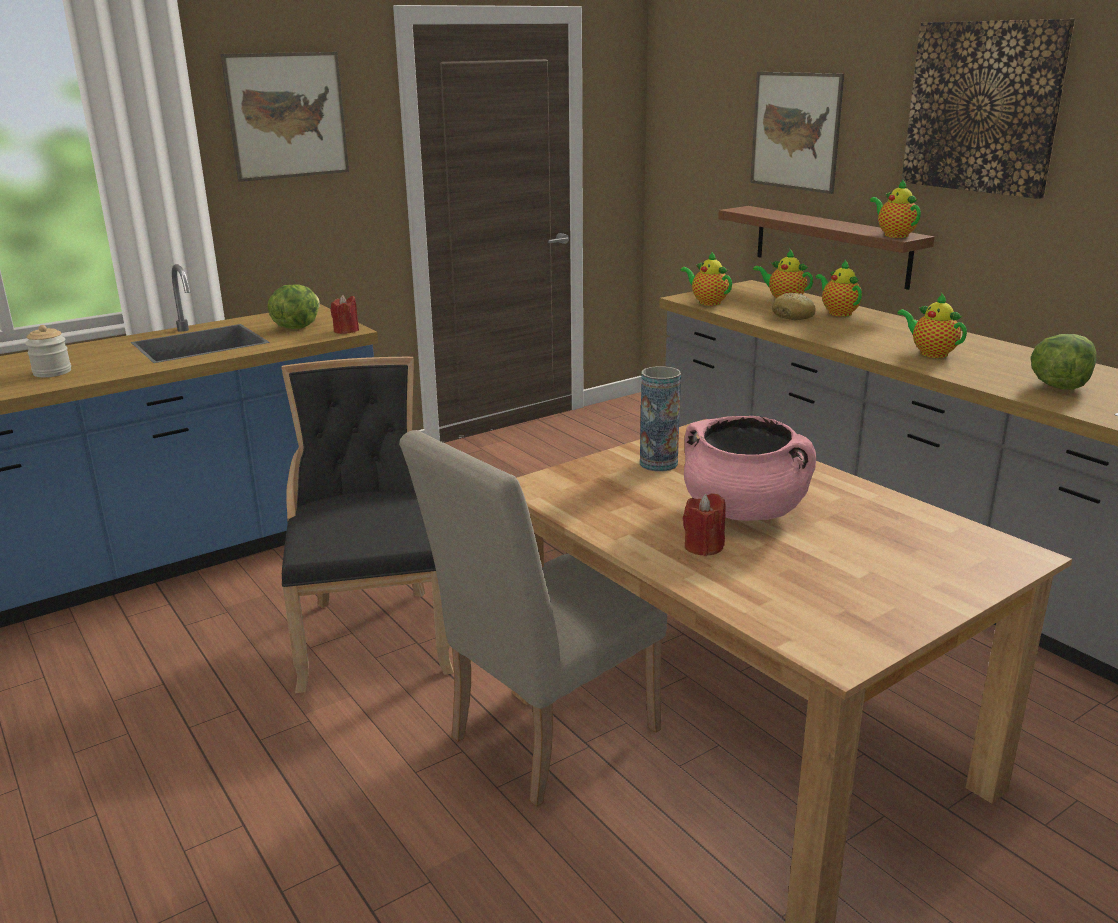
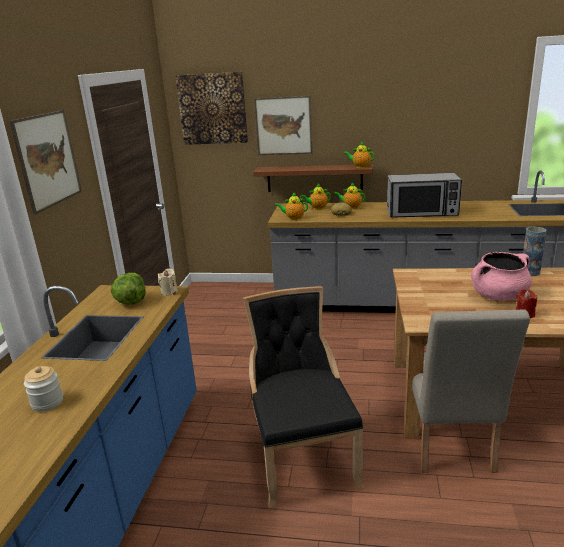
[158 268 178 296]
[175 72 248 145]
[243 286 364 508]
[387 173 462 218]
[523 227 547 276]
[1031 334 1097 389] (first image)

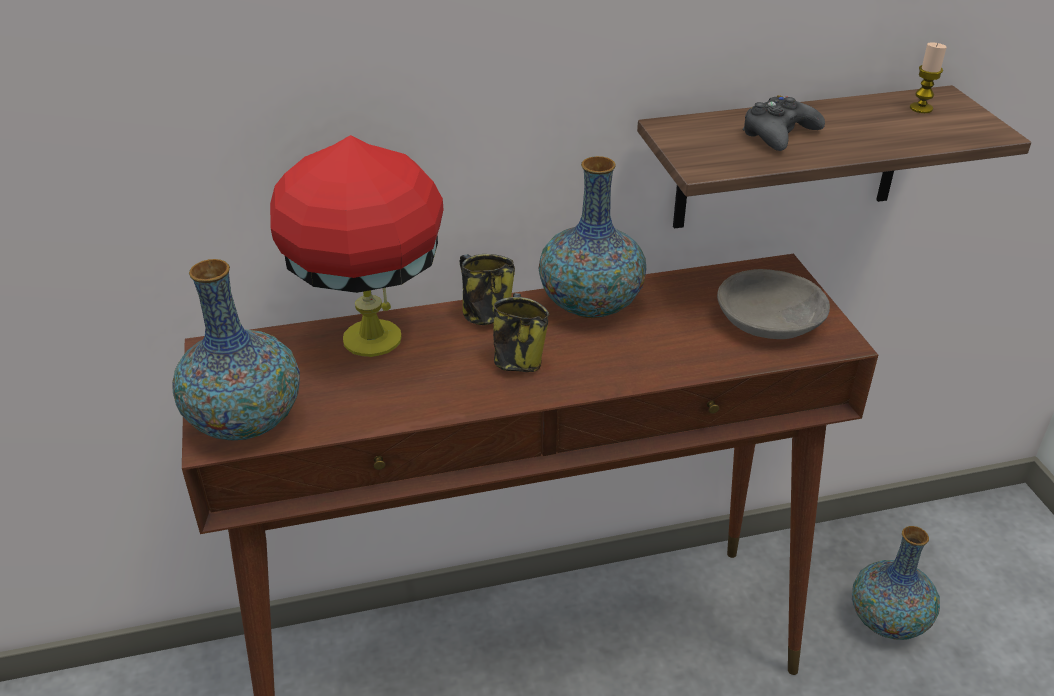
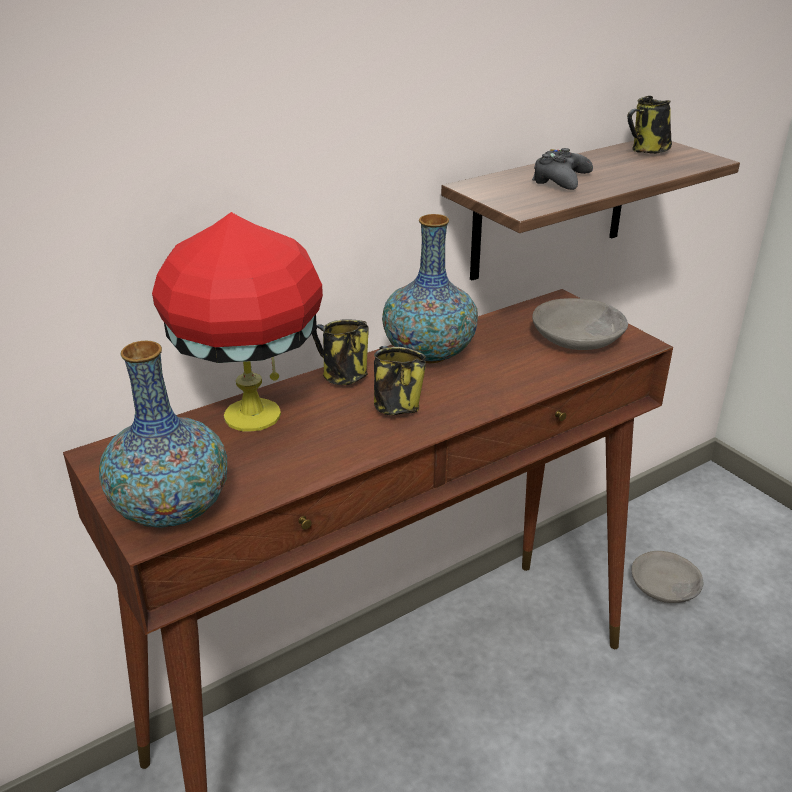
[627 96 672 154]
[632 551 704 603]

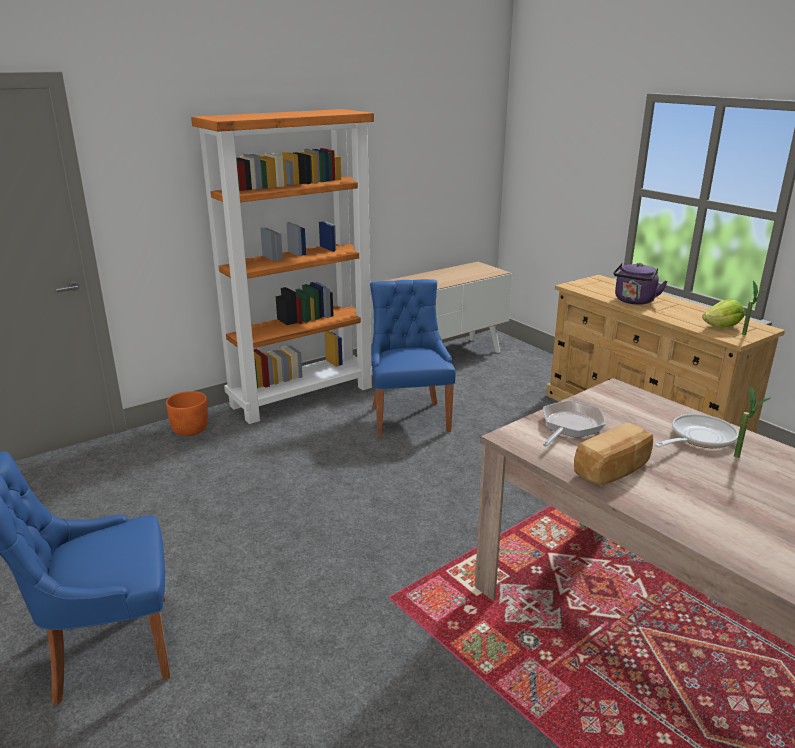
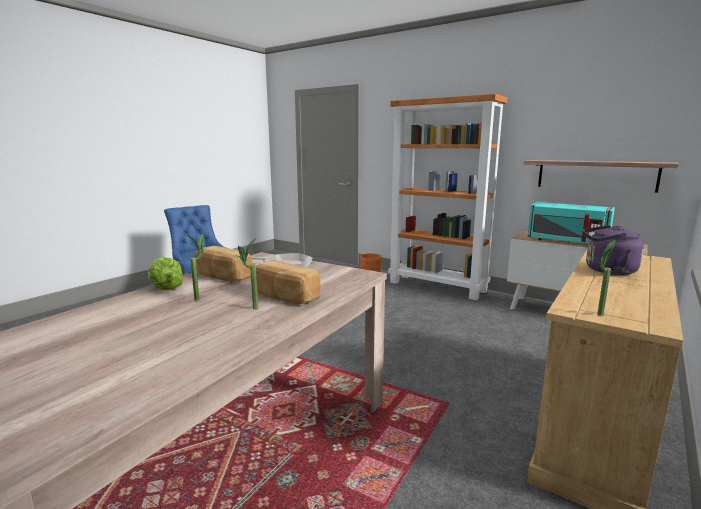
[148 257 184 290]
[188 234 206 301]
[256 260 321 304]
[524 160 679 193]
[528 202 615 243]
[370 279 456 437] (first image)

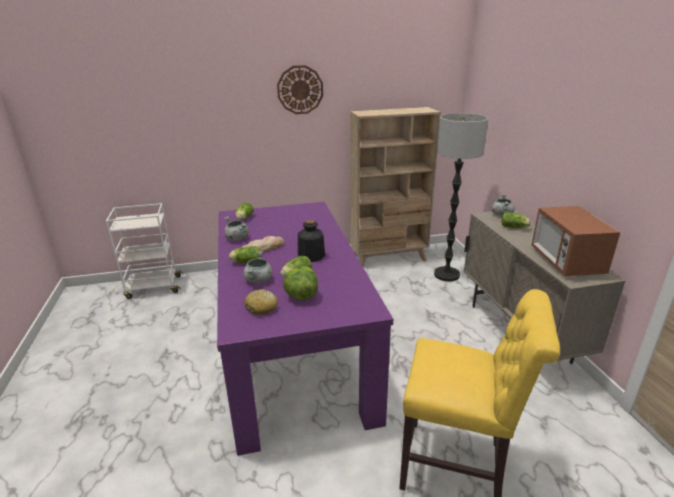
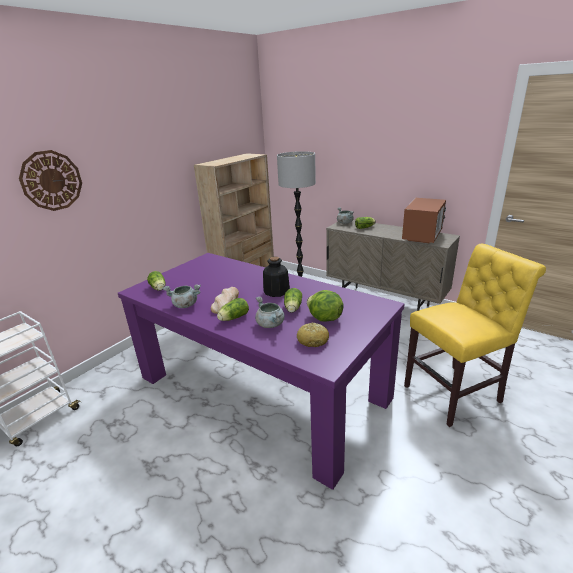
[19 150 82 211]
[402 198 447 244]

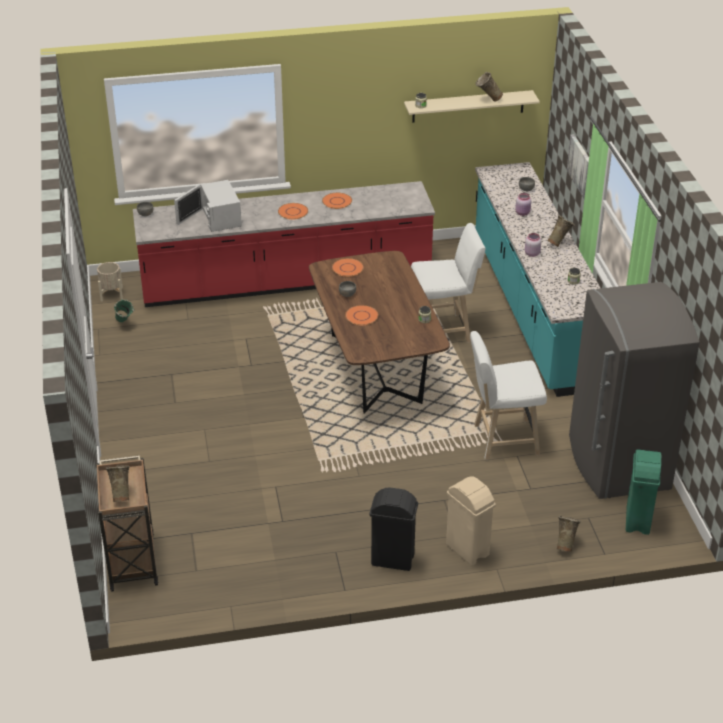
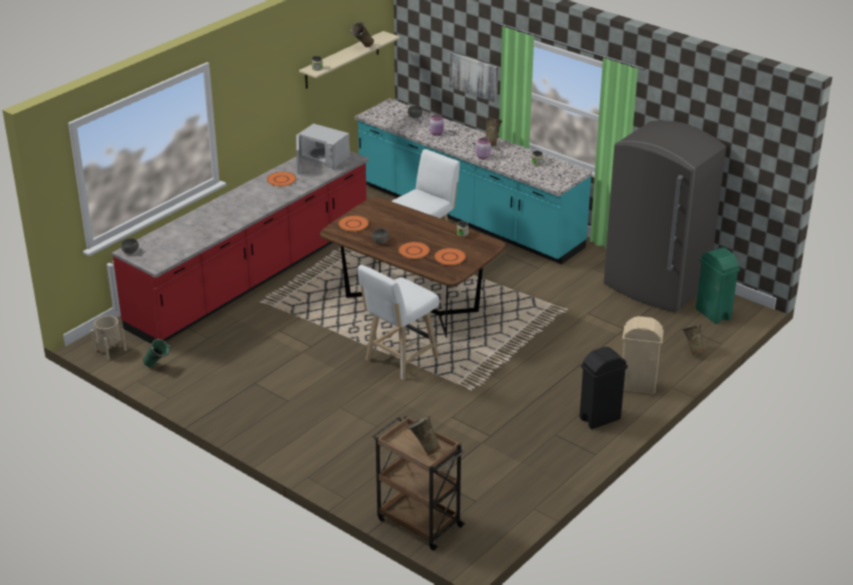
[296 123 350 175]
[357 265 439 380]
[434 248 466 265]

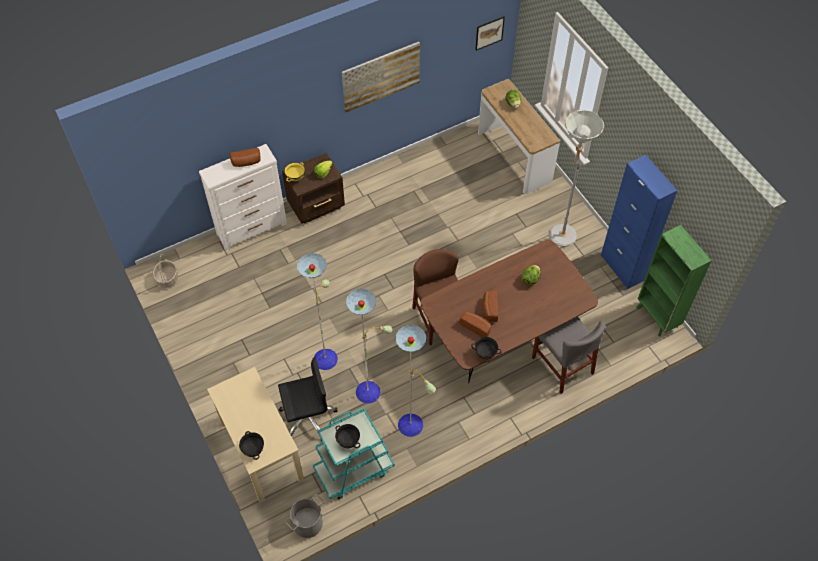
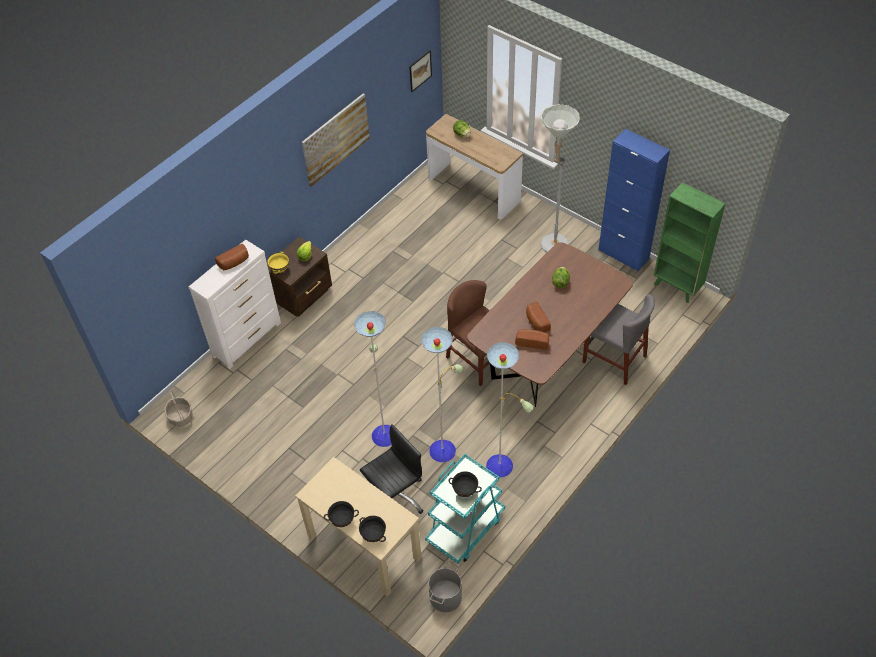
[324 501 359 527]

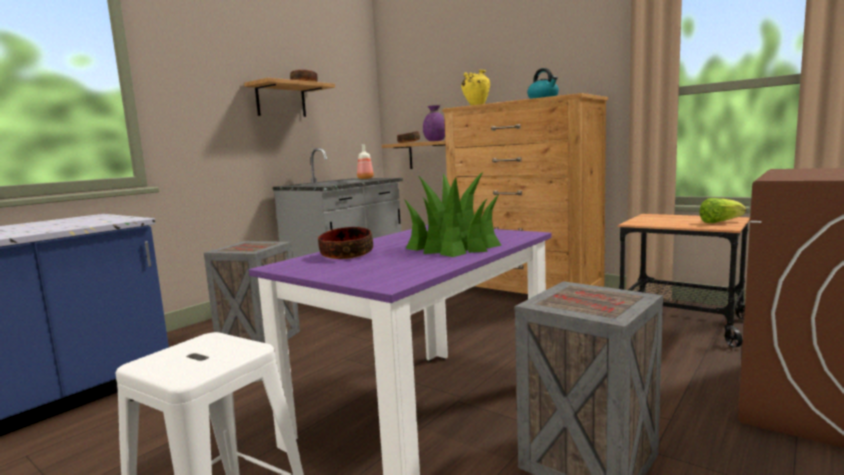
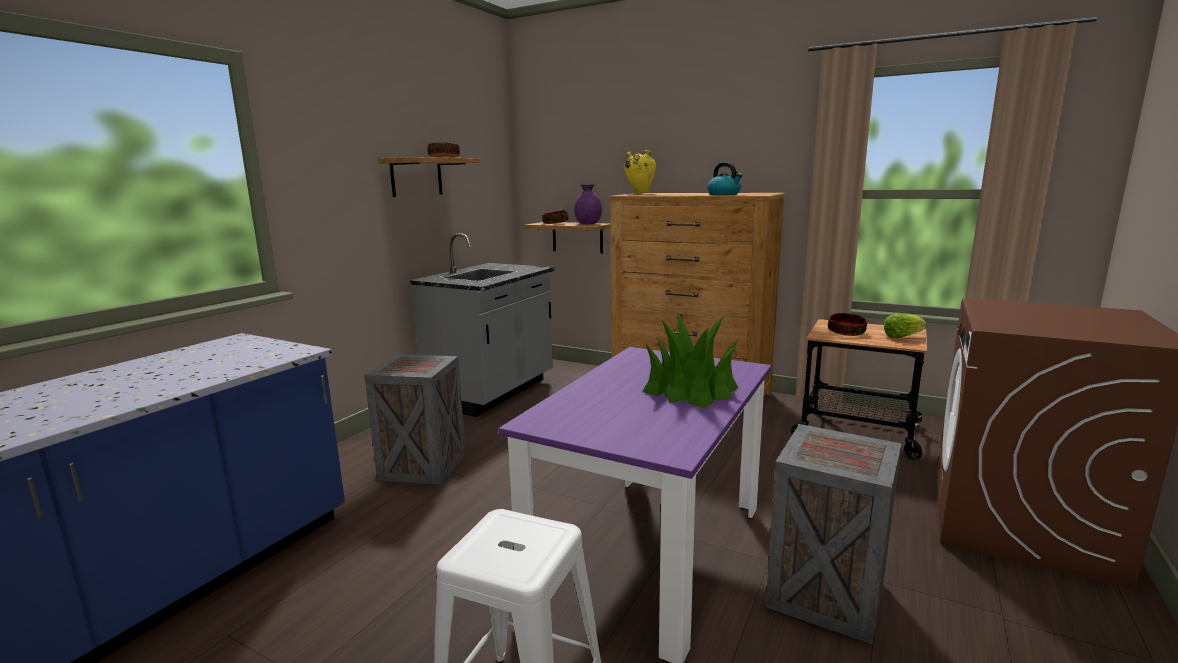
[828 313 867 336]
[357 144 374 179] (first image)

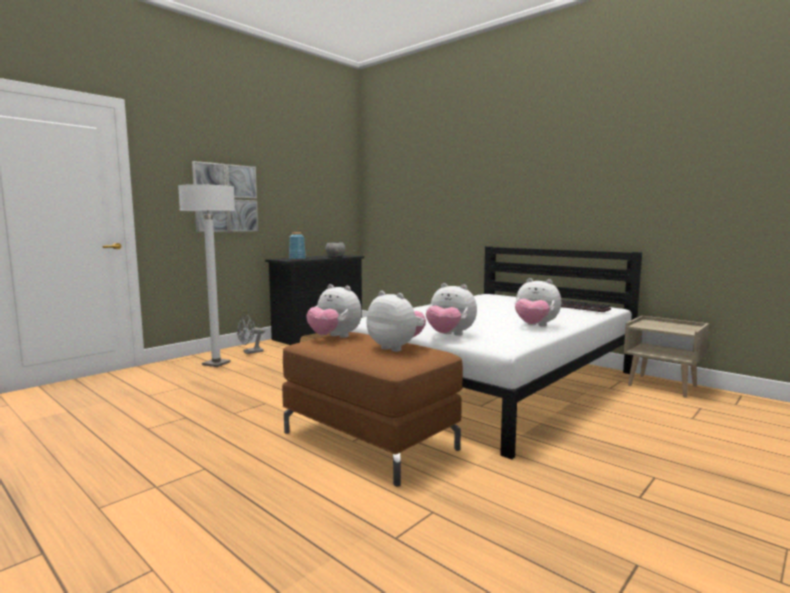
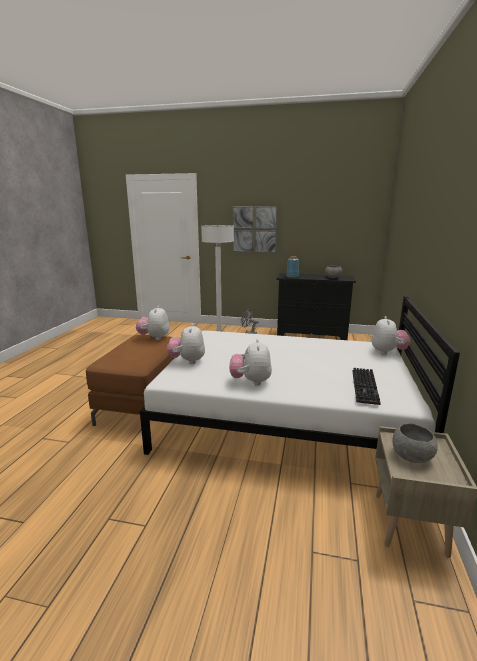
[372 316 410 355]
[393 423 438 463]

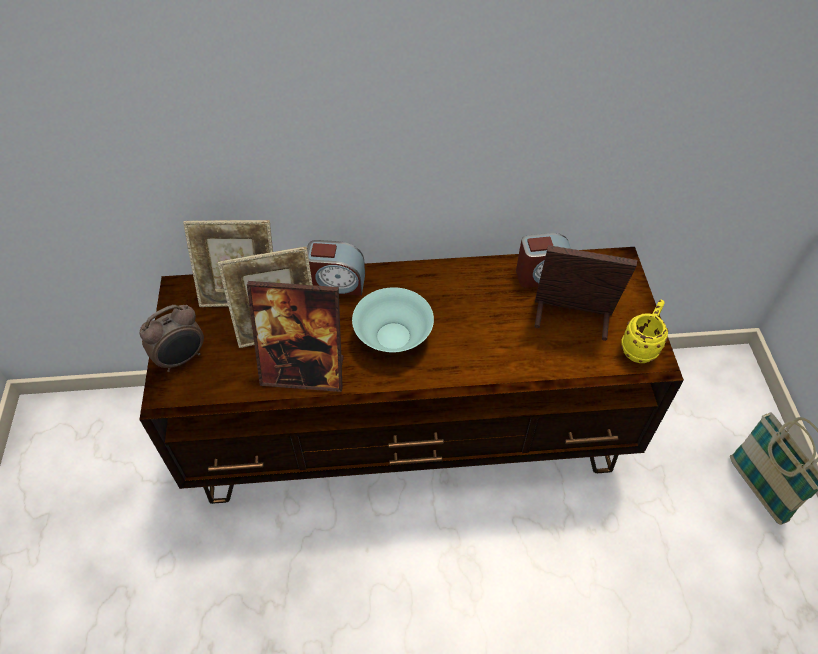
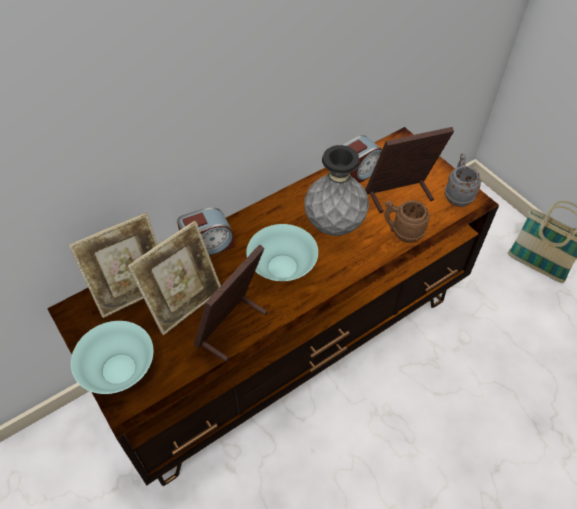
[71 321 153 394]
[194 244 268 362]
[304 145 369 236]
[385 200 430 243]
[444 153 481 207]

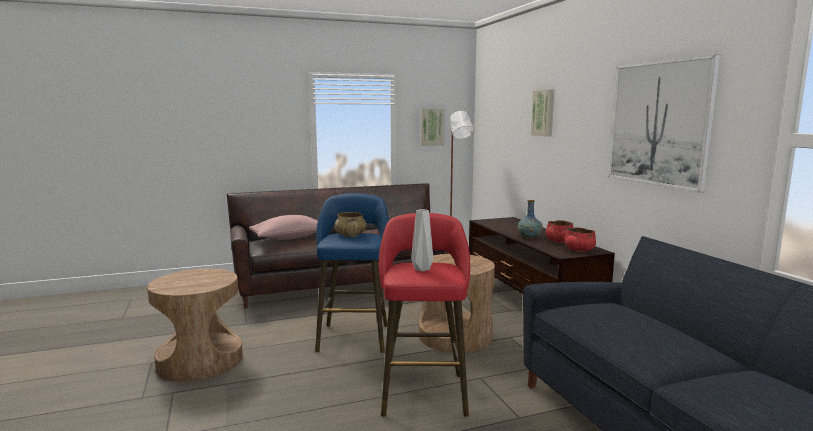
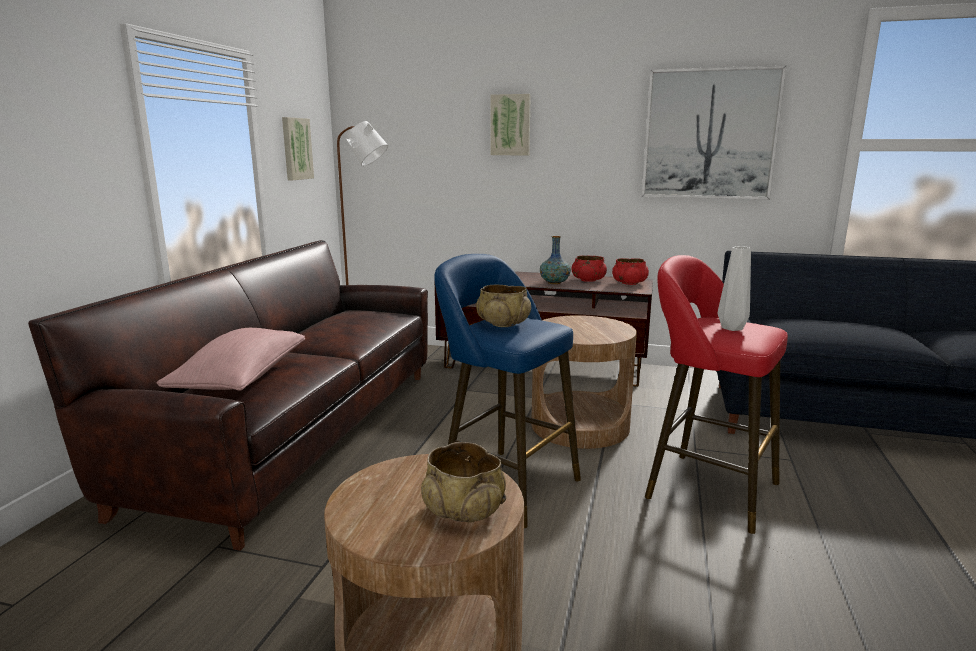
[421 442 506 522]

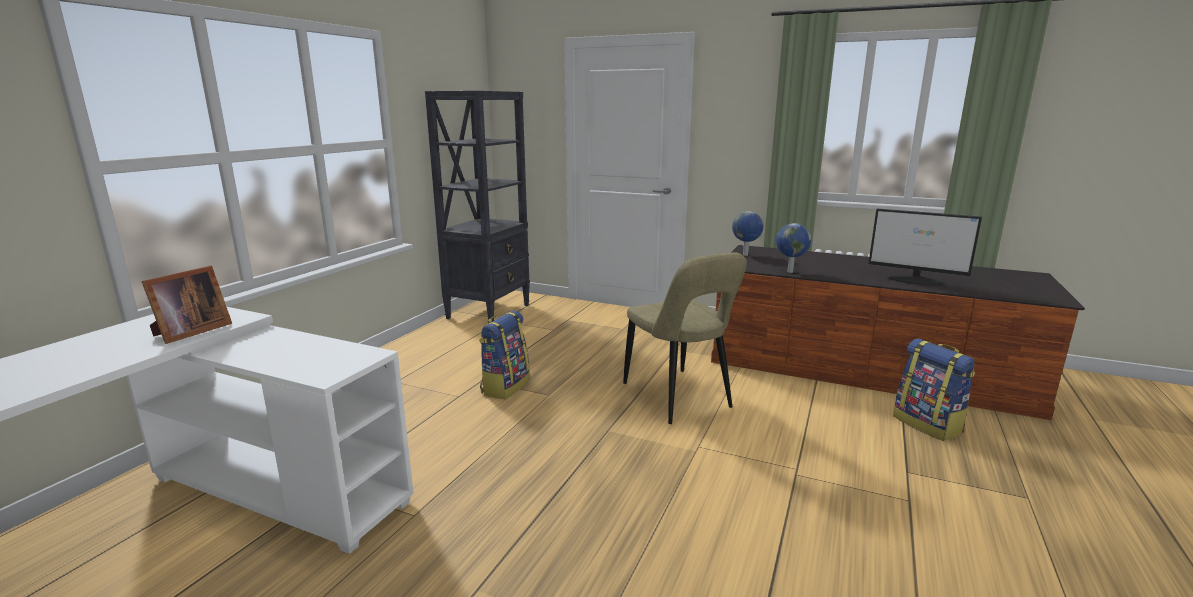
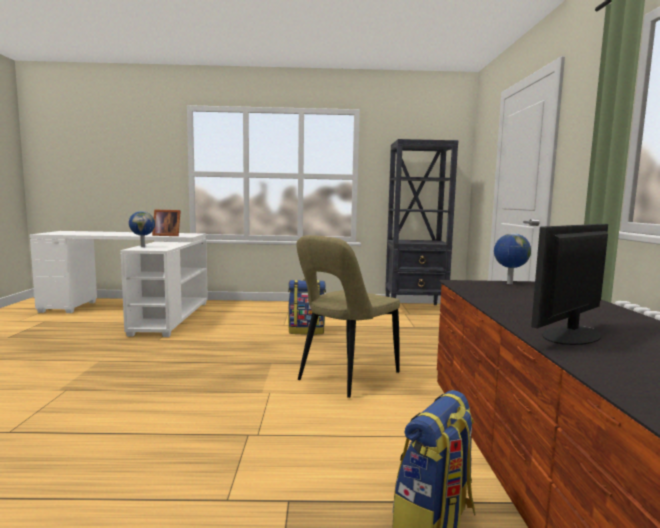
[129 211 155 247]
[531 224 608 345]

